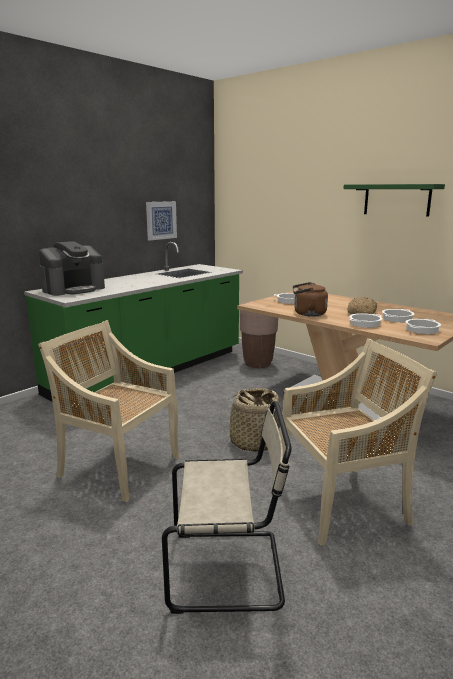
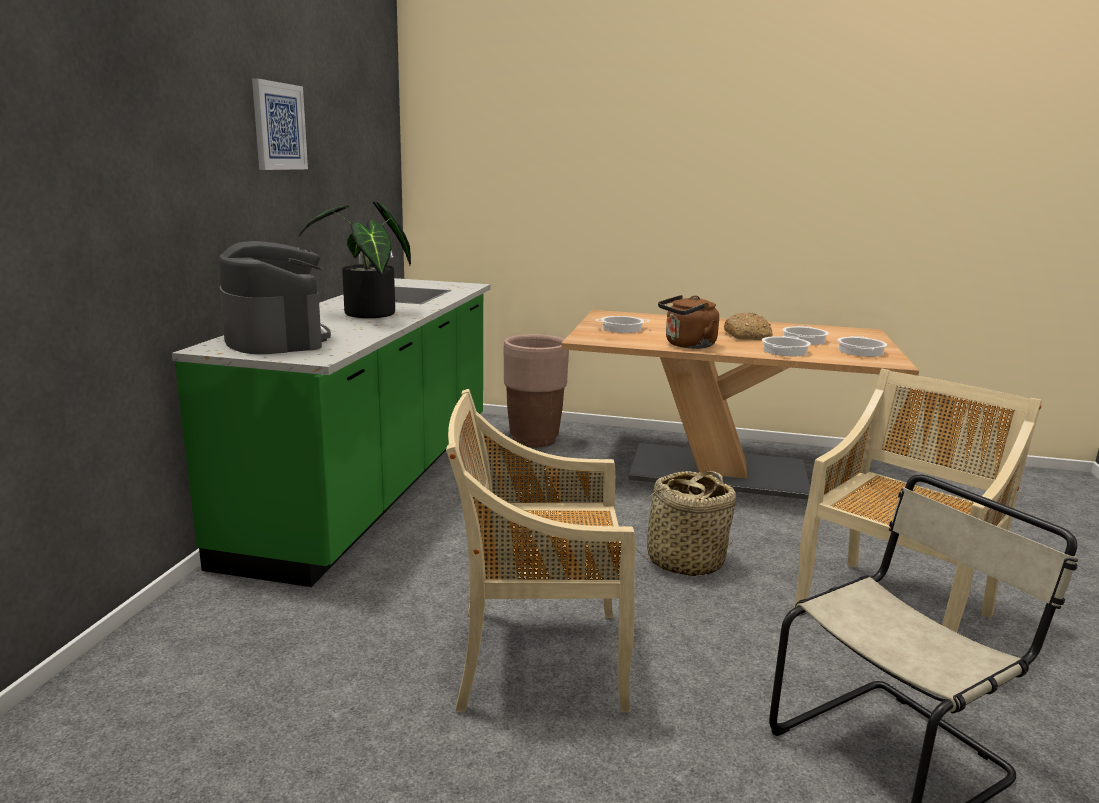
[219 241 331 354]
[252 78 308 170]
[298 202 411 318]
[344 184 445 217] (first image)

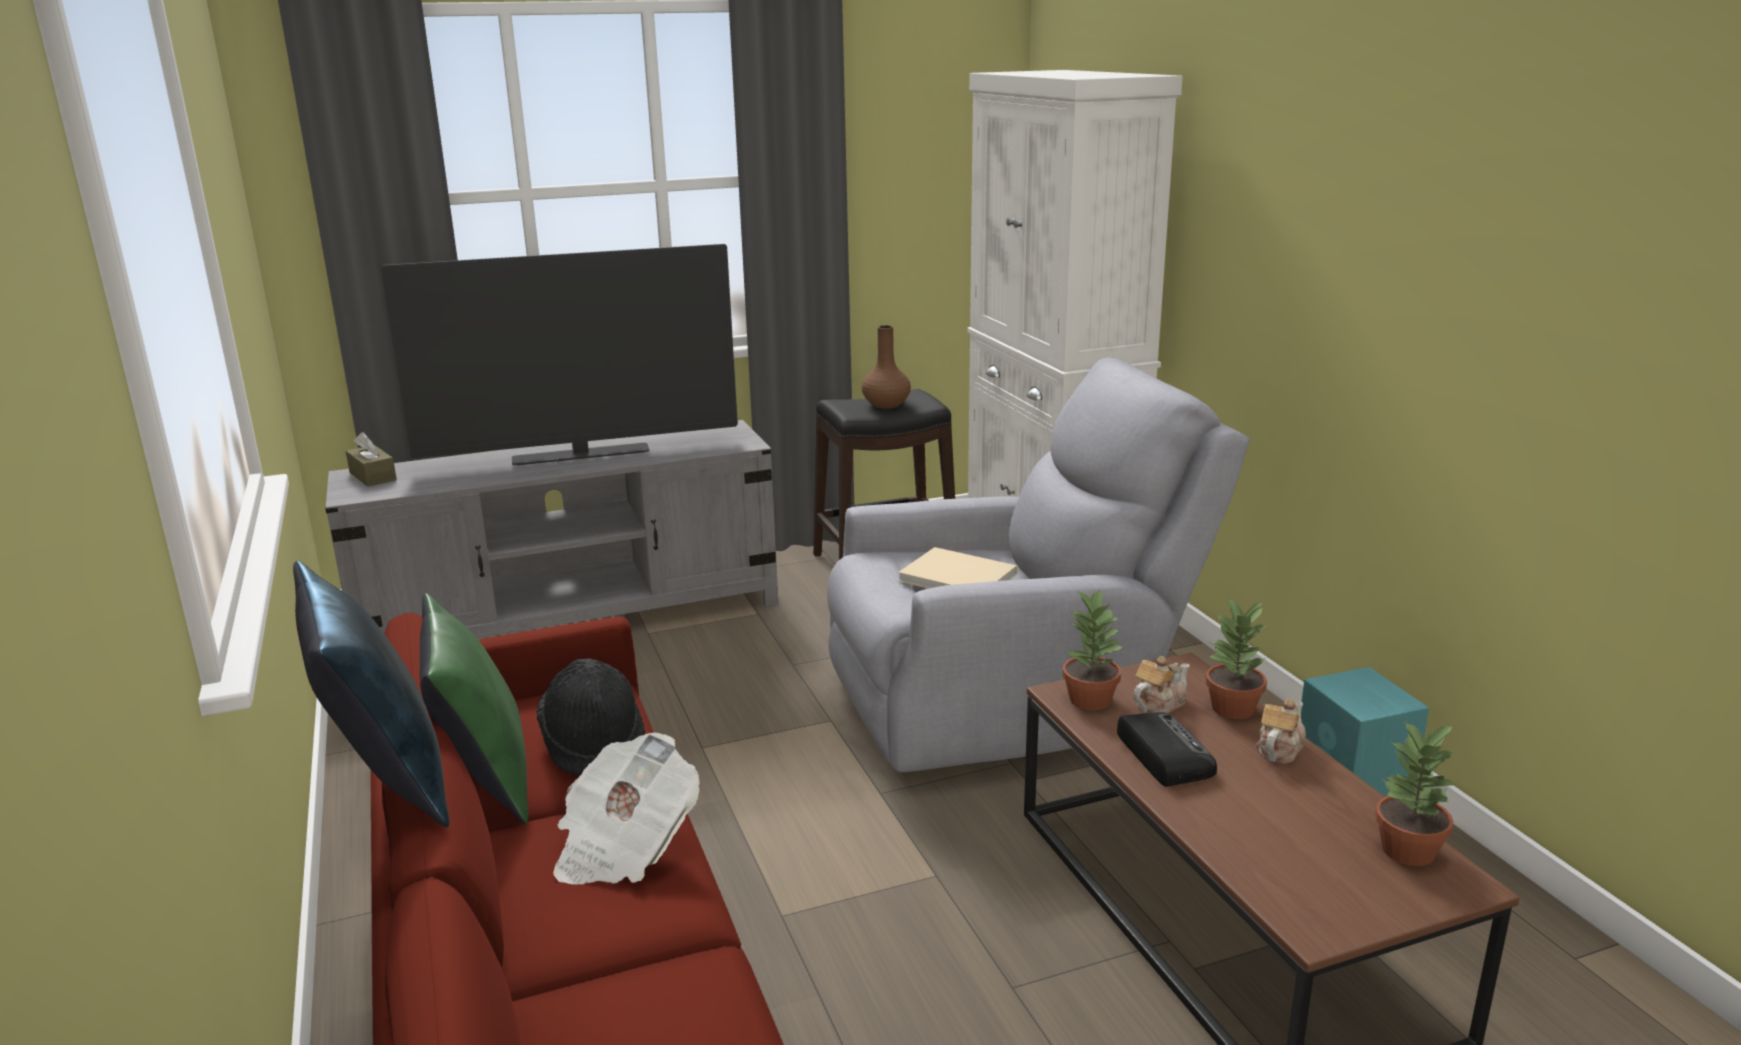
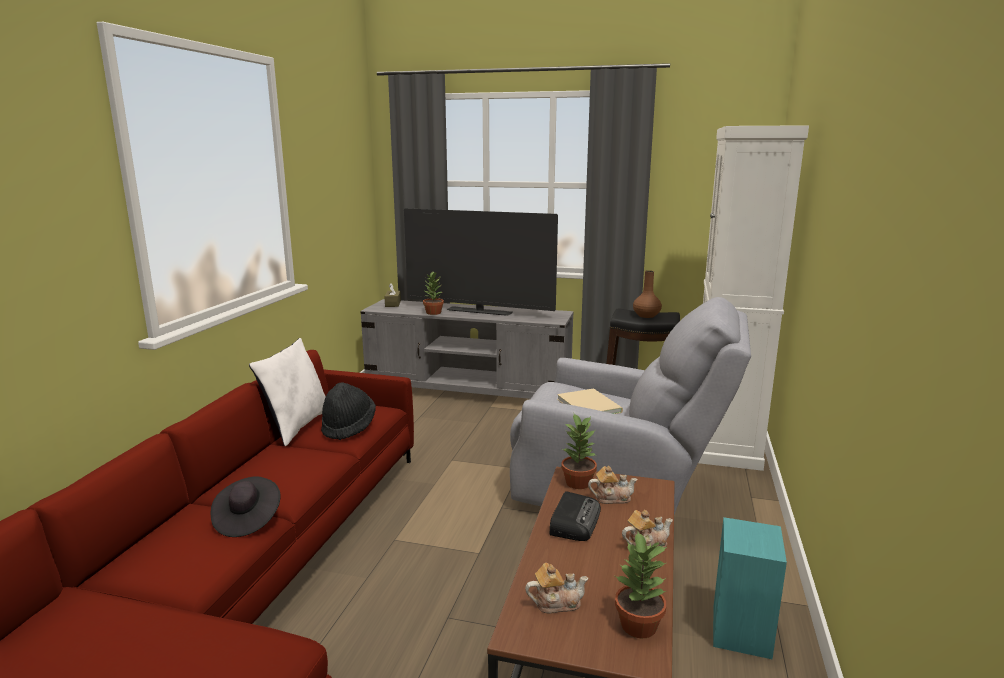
[211 476 281 537]
[249 338 326 446]
[423 272 444 315]
[525 563 588 614]
[293 561 450 828] (first image)
[553 732 700 885] (first image)

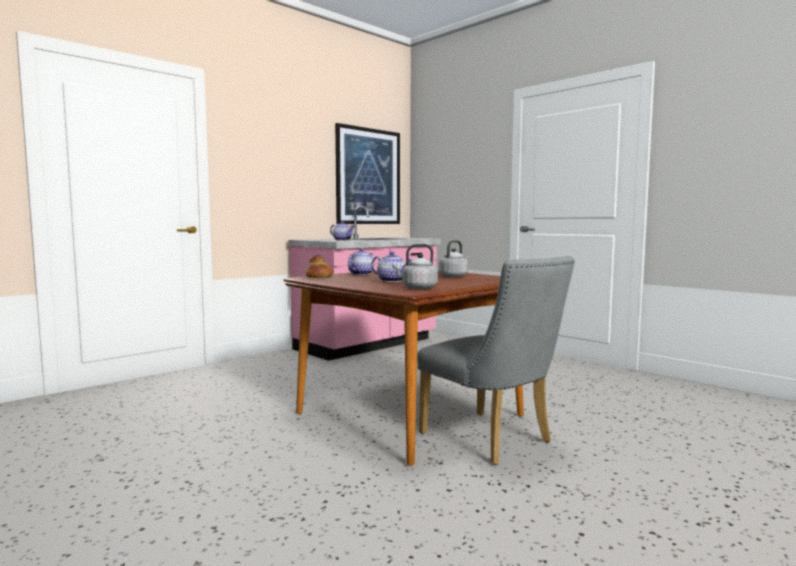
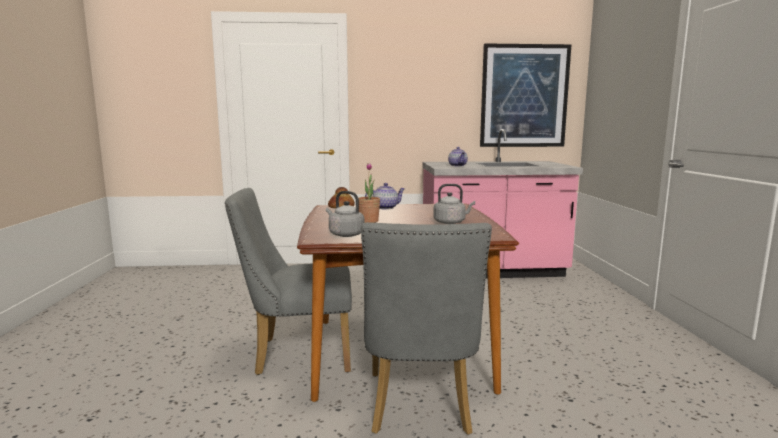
[225 188 352 375]
[358 163 380 223]

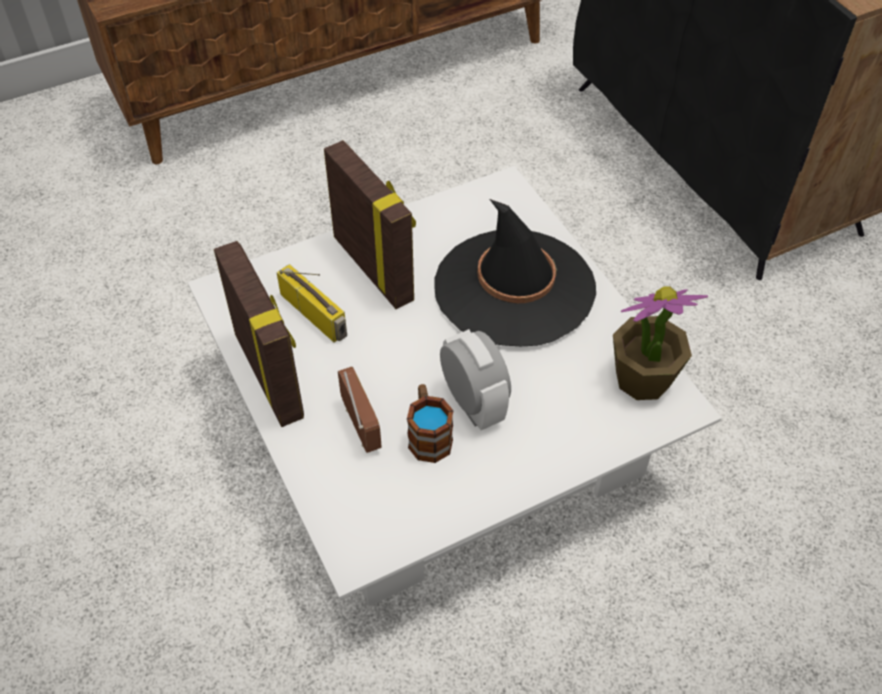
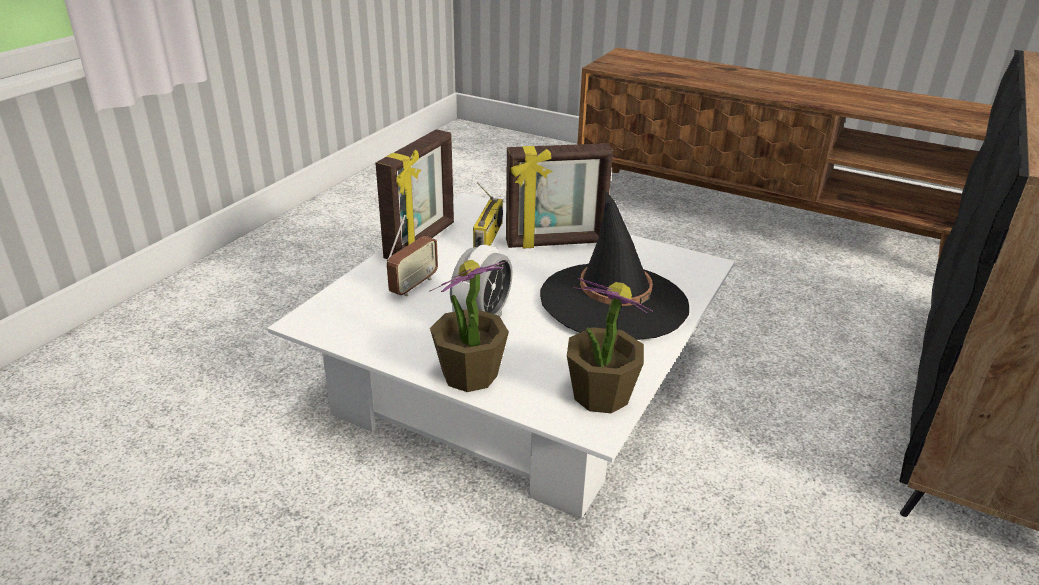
[429 260 509 392]
[506 143 613 249]
[407 384 454 463] (first image)

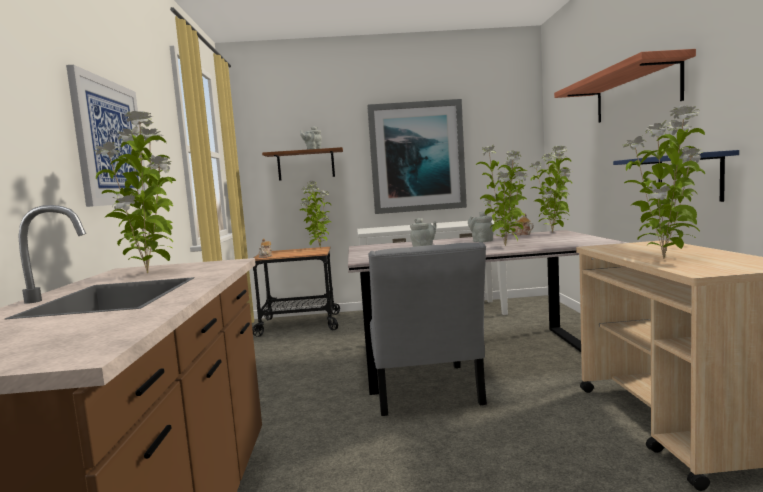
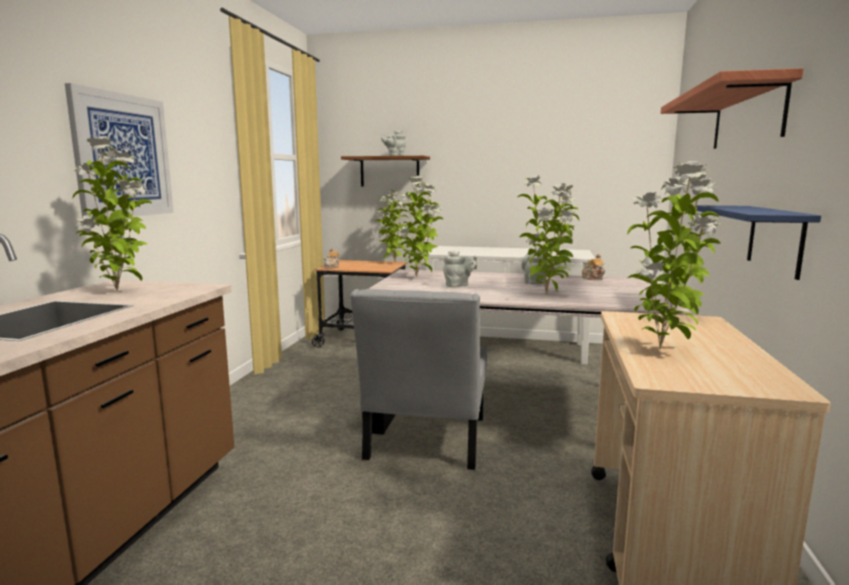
[398 176 443 278]
[367 99 467 214] (first image)

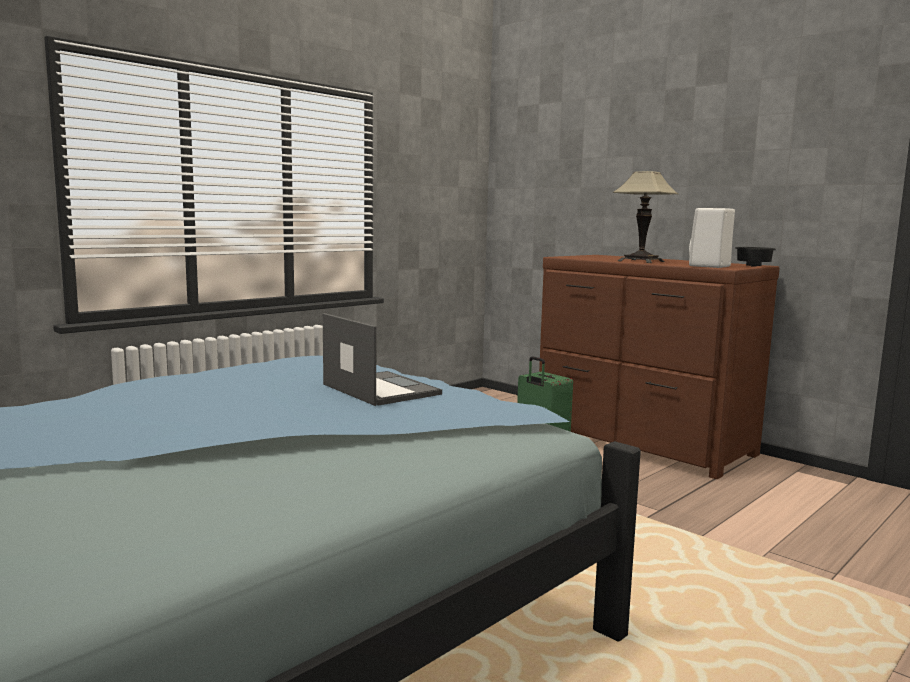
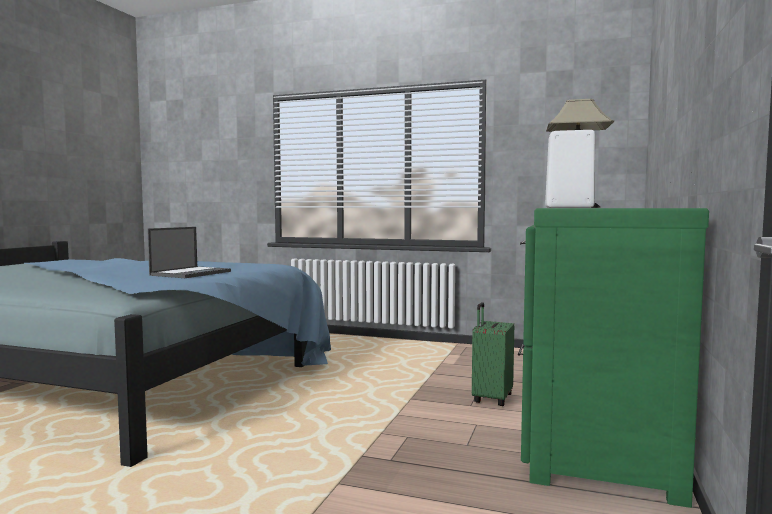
[518 208 709 508]
[735 247 776 267] (first image)

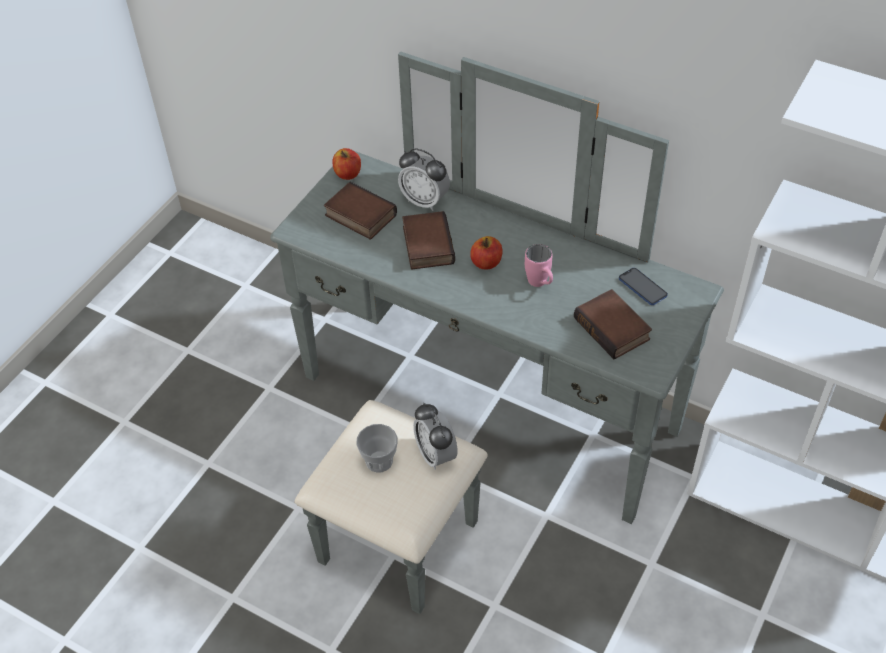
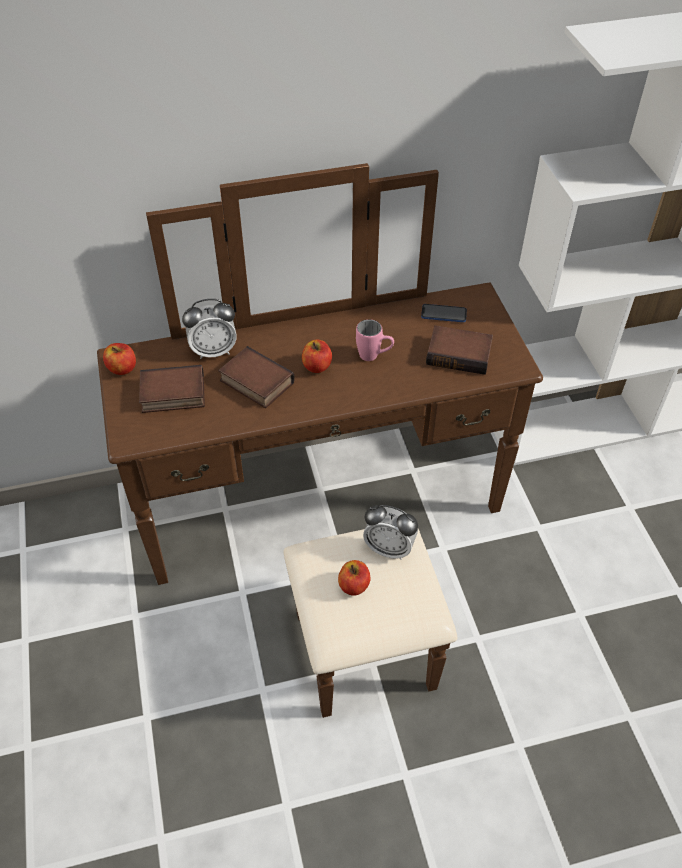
[97 163 543 718]
[338 560 370 596]

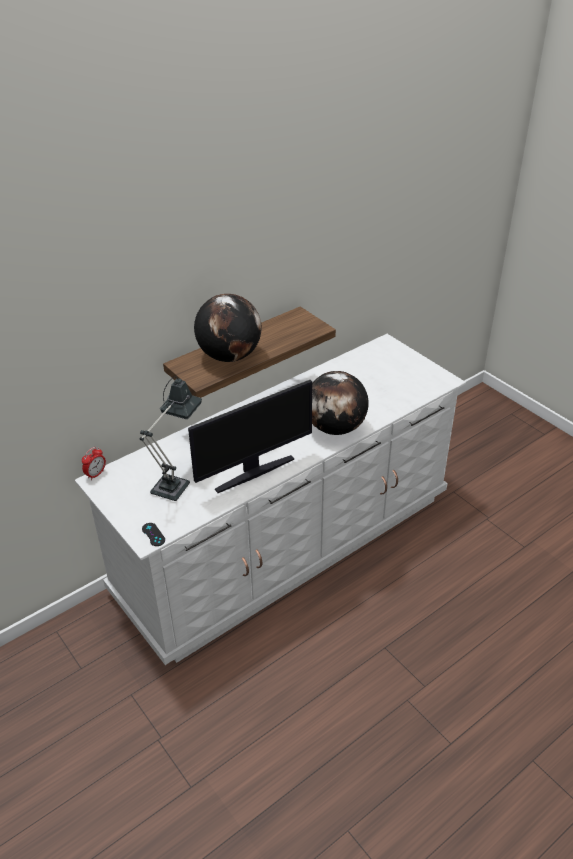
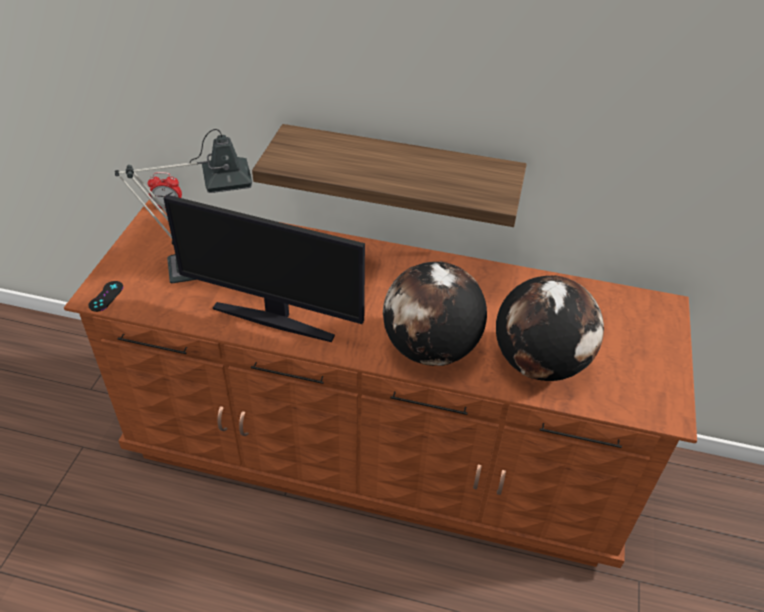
[64 200 697 568]
[496 275 604 381]

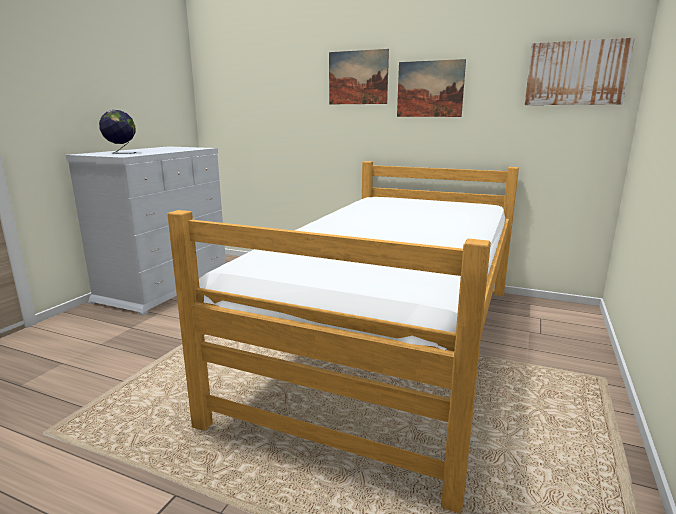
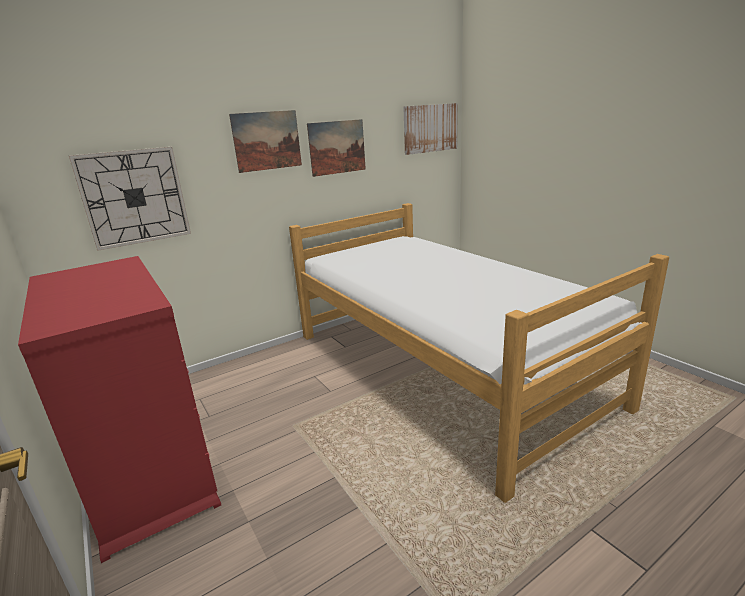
[18 256 221 563]
[69 147 191 251]
[99 110 136 154] (first image)

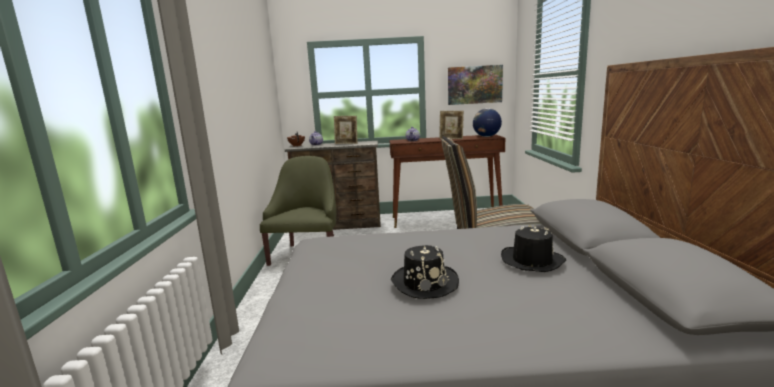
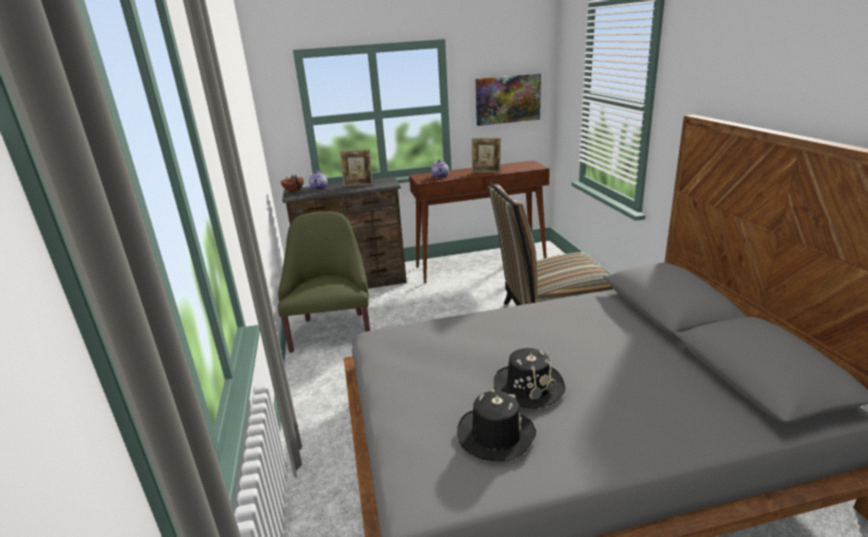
[457 389 536 461]
[473 108 502 137] (first image)

